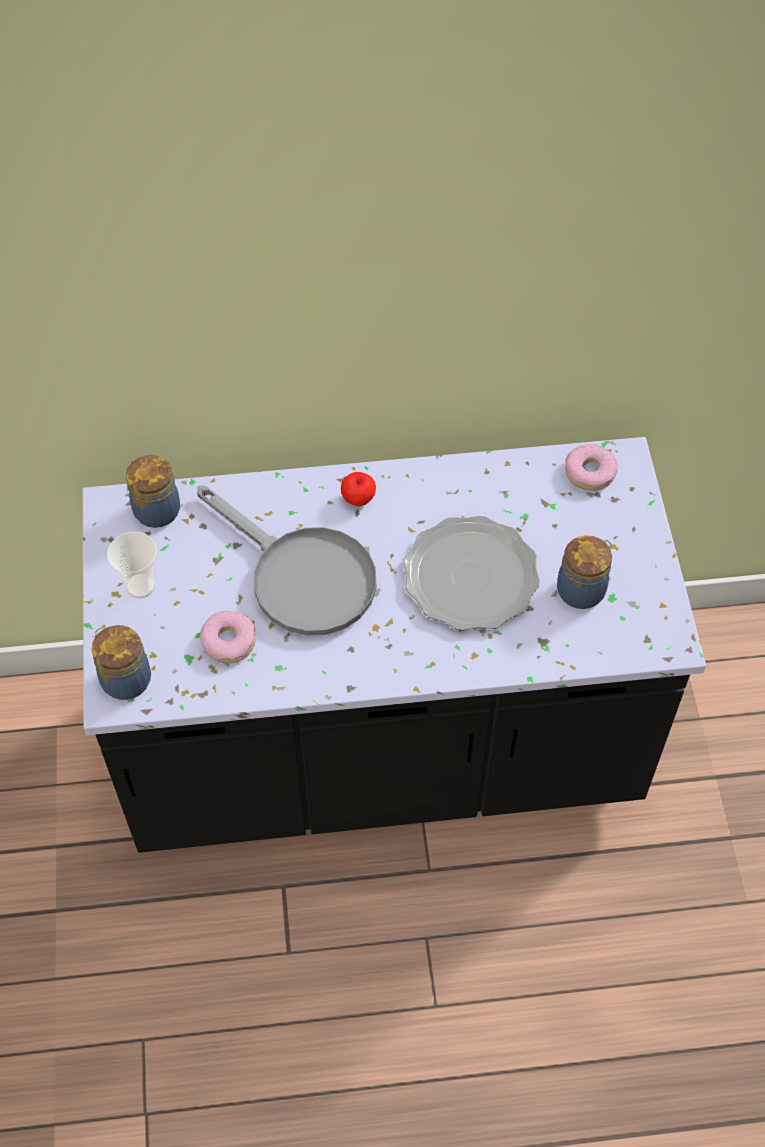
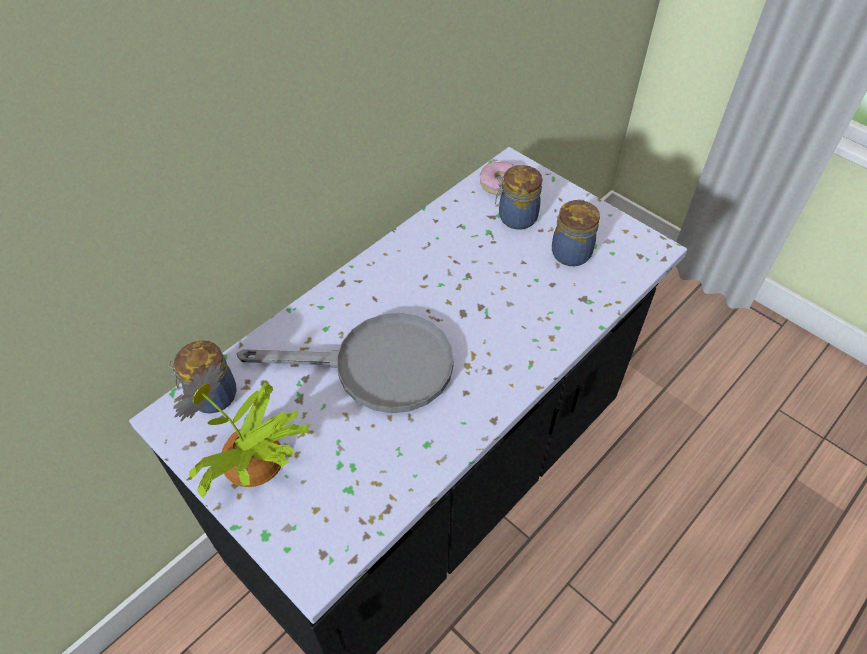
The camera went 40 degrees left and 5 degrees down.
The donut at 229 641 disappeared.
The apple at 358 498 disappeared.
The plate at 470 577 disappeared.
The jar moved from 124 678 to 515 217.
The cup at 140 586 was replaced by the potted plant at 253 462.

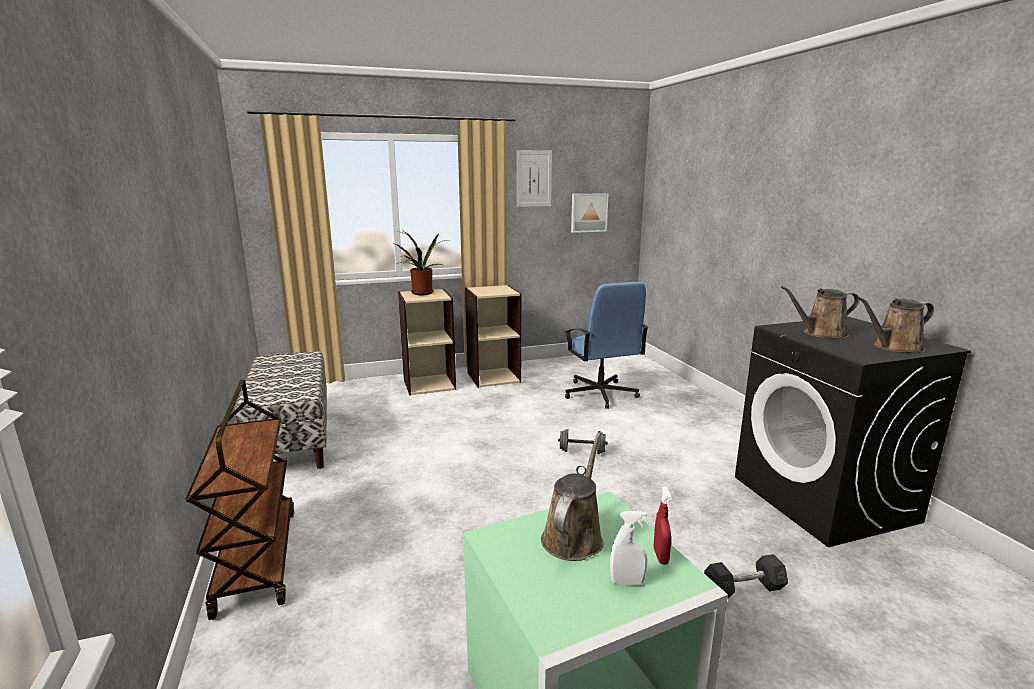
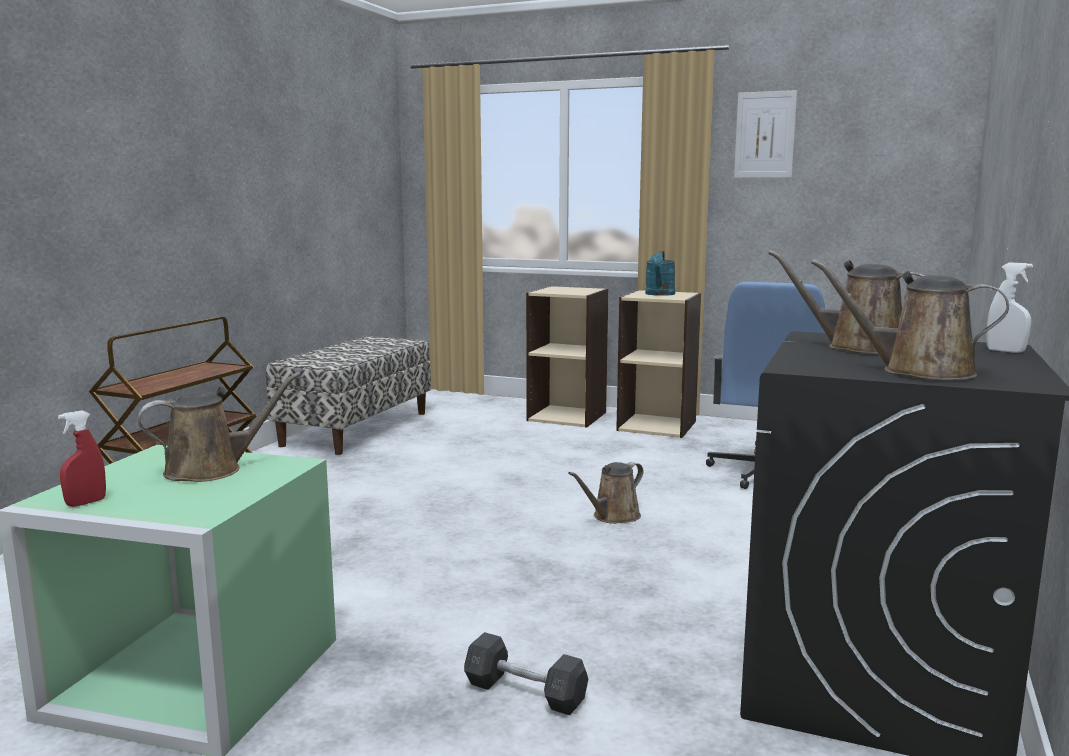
The camera went 40 degrees right and 5 degrees down.
The potted plant at 421 293 disappeared.
The picture at 588 212 disappeared.
The watering can in turquoise at 659 294 appeared.
The spray bottle in white moved from 627 582 to 1005 351.
The spray bottle in red moved from 660 556 to 86 502.
The dumbbell in grey at 582 451 was replaced by the watering can in brown at 613 516.

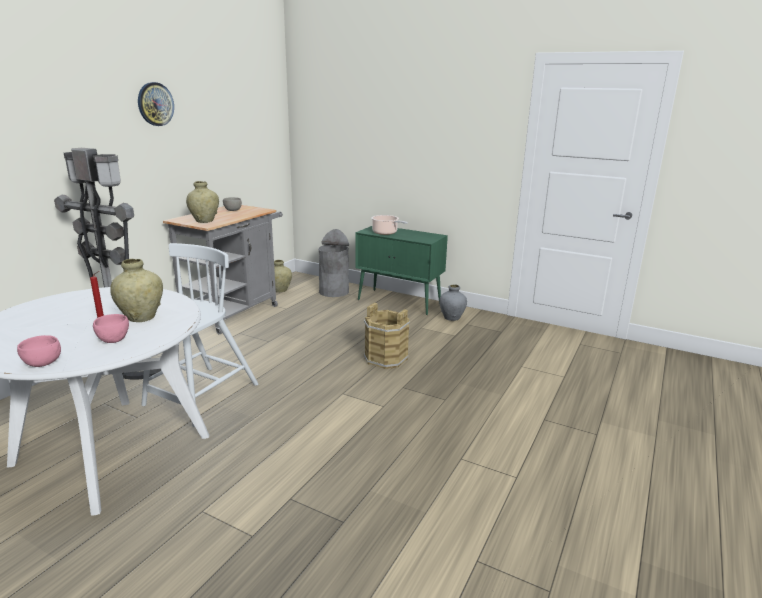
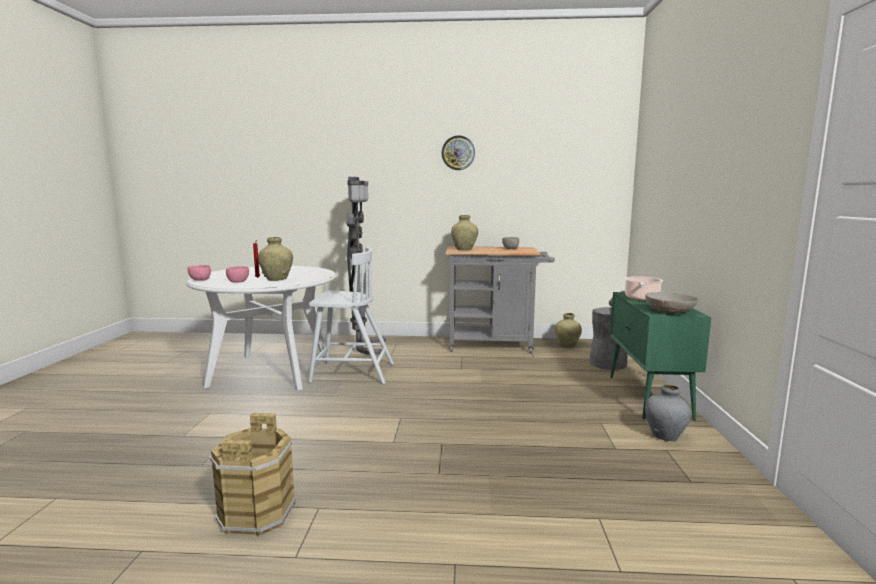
The camera went 65 degrees right and 10 degrees down.
The bowl in grey at 670 311 appeared.
The bucket in brown moved from 385 358 to 256 513.

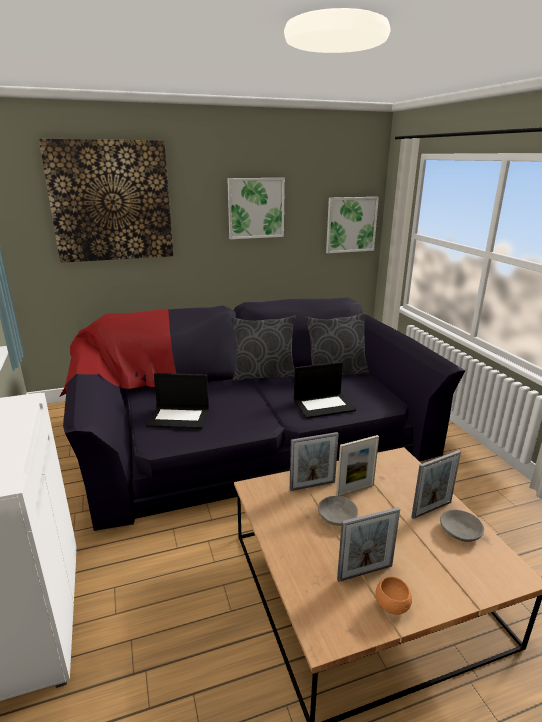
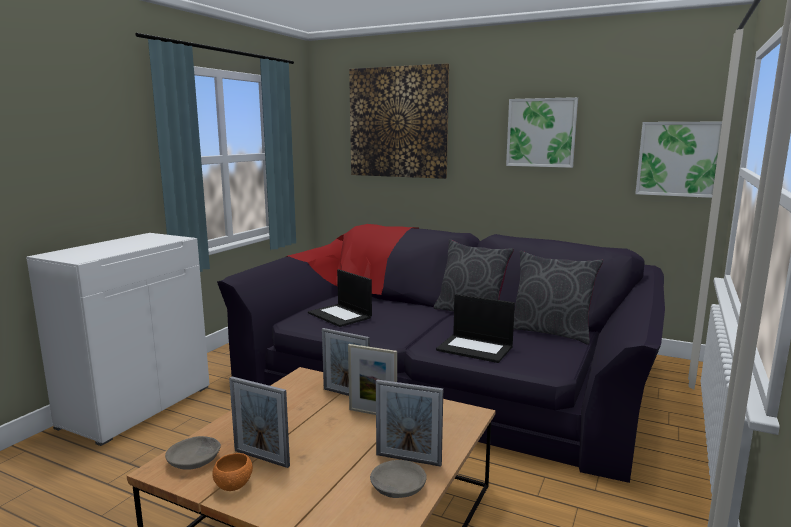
The camera went 45 degrees right and 10 degrees down.
The bowl in grey moved from 337 515 to 195 460.

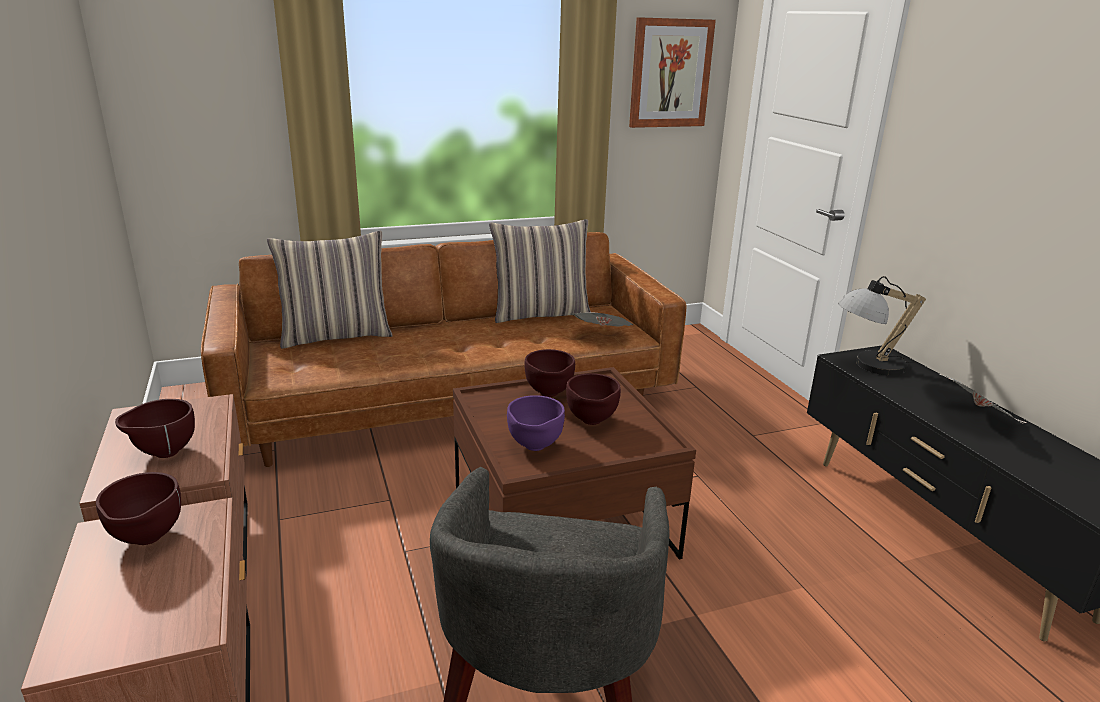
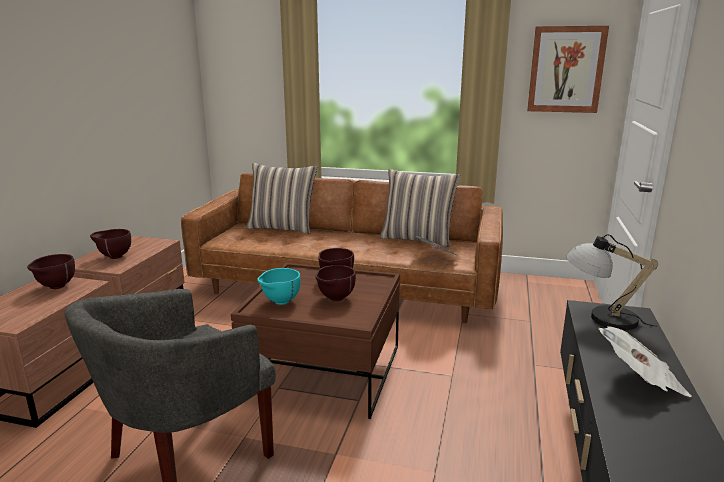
The camera went 35 degrees right and 5 degrees down.
The bowl in purple at 534 447 became the bowl in turquoise at 280 302.

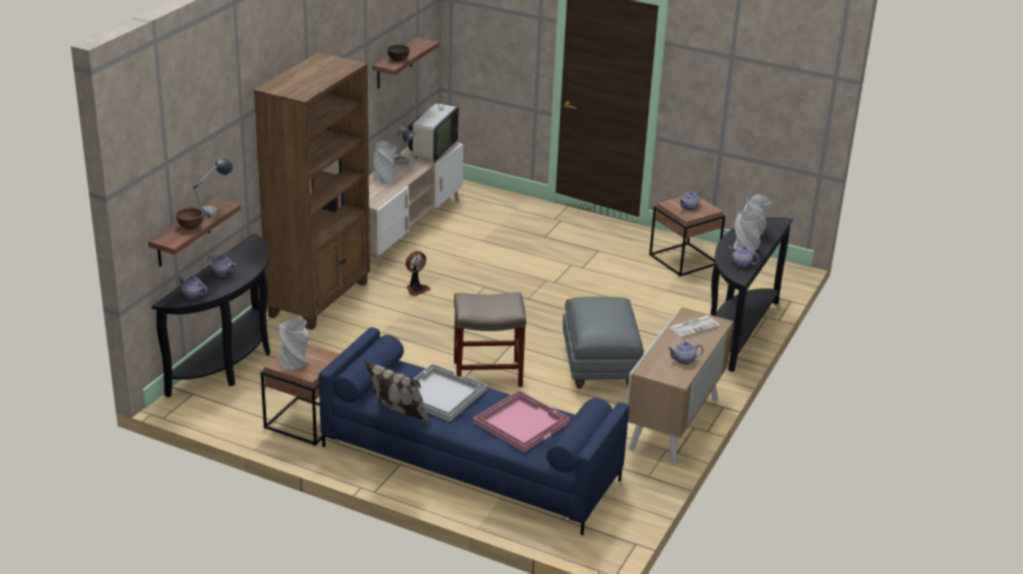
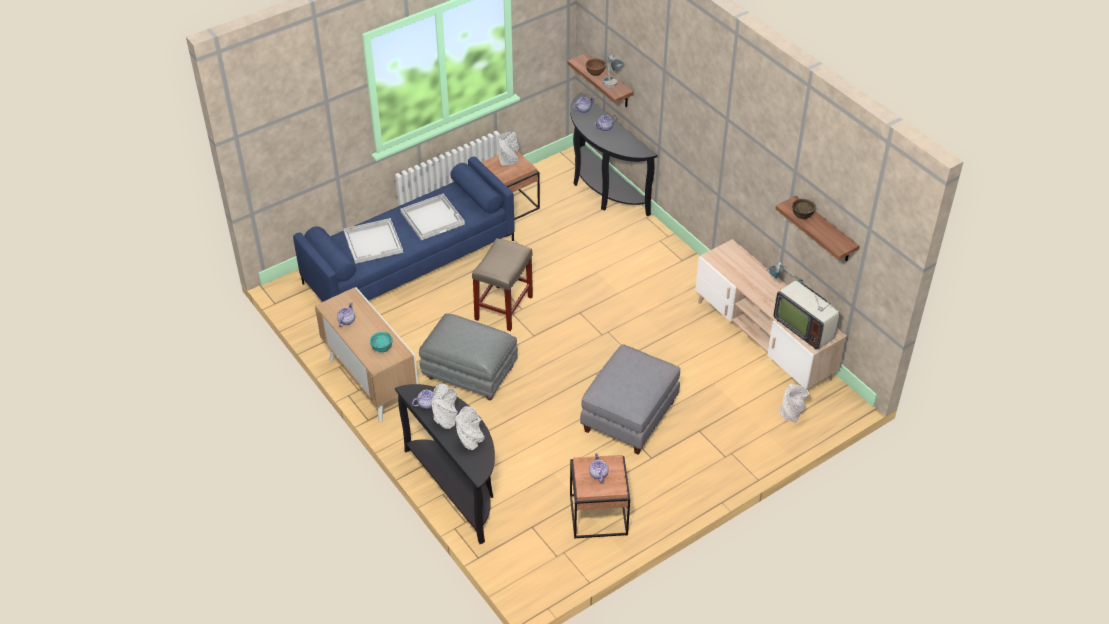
The camera went 120 degrees right and 15 degrees up.
The bookcase in brown at 320 299 disappeared.
The pillow at 398 417 disappeared.
The fan at 416 289 disappeared.
The ottoman in grey at 630 417 appeared.
The vase in grey moved from 385 177 to 792 414.
The newspaper at 694 327 was replaced by the bowl in turquoise at 382 348.
The tray in pink at 521 422 became the tray in white at 373 242.

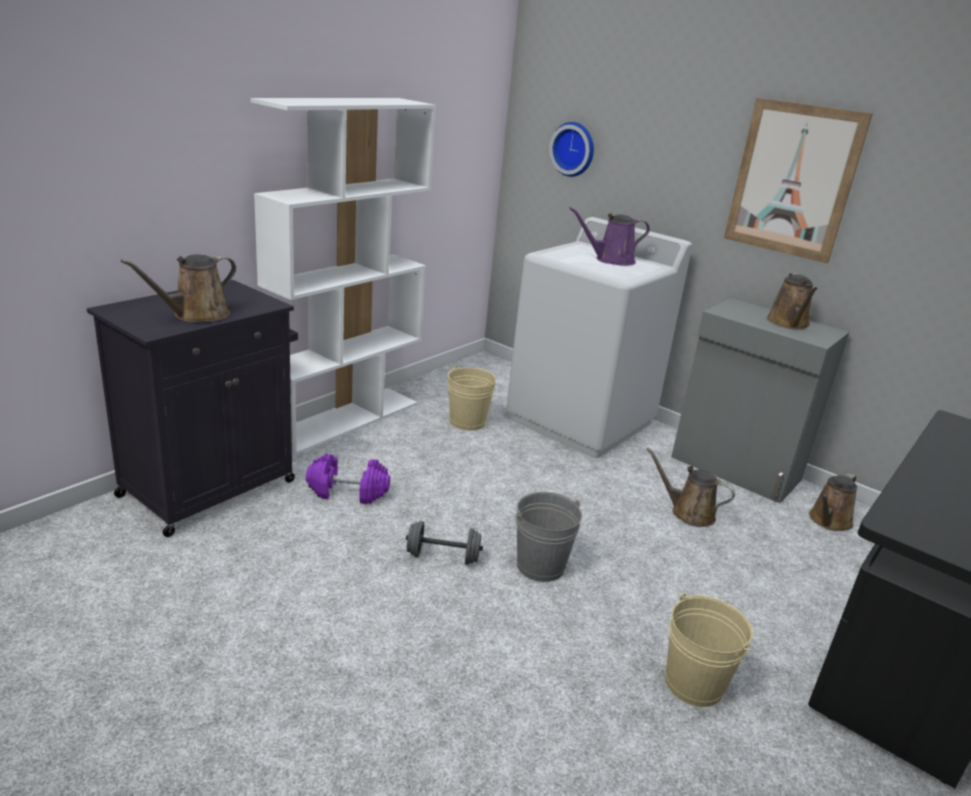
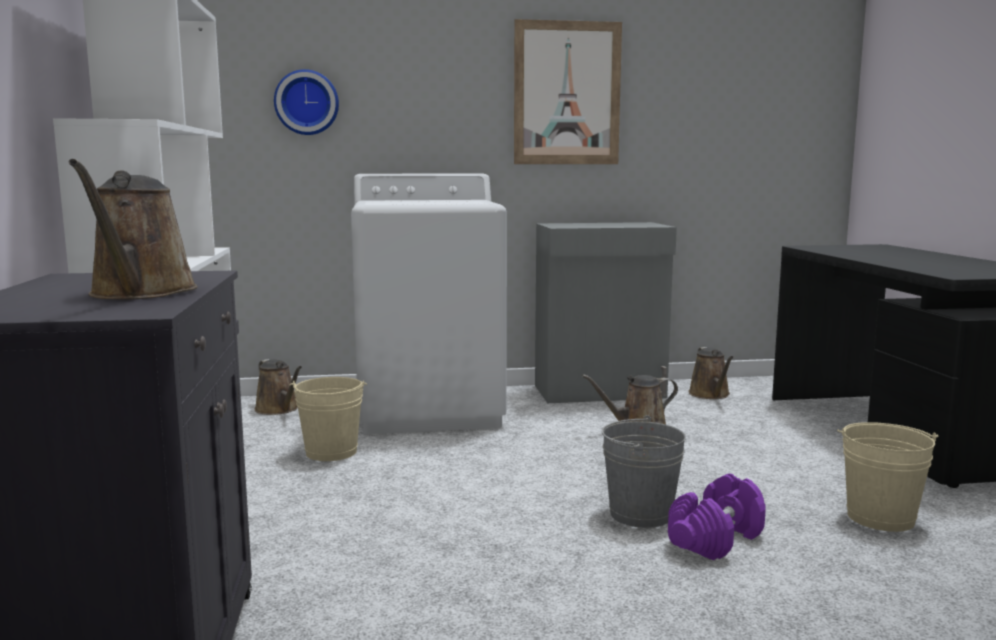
The camera went 45 degrees left and 15 degrees down.
The dumbbell in grey at 443 557 disappeared.
The watering can in purple at 611 260 disappeared.
The dumbbell in purple moved from 347 492 to 716 539.
The watering can in brown moved from 789 323 to 279 409.

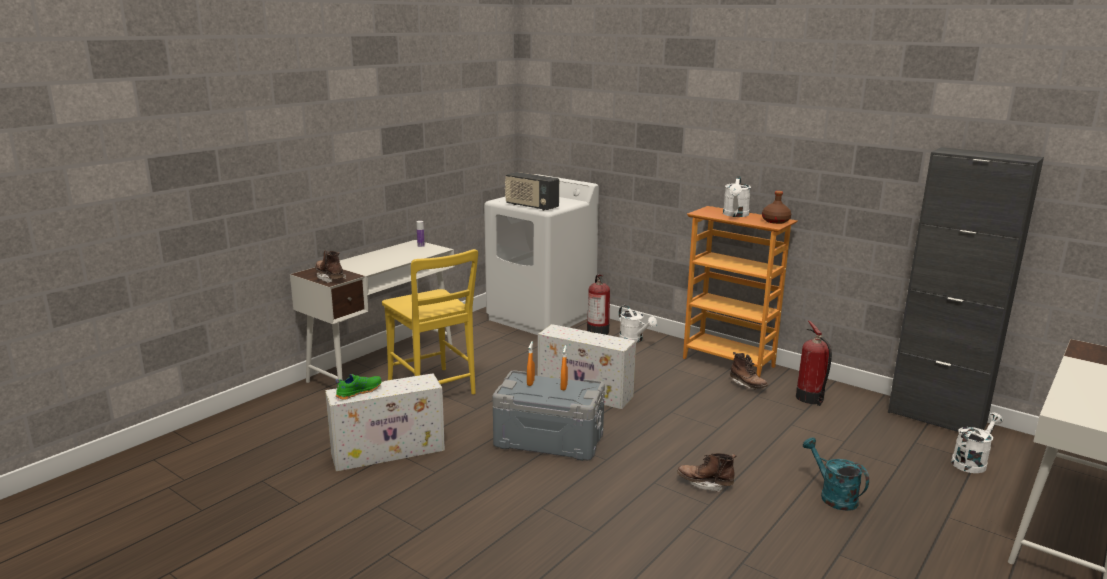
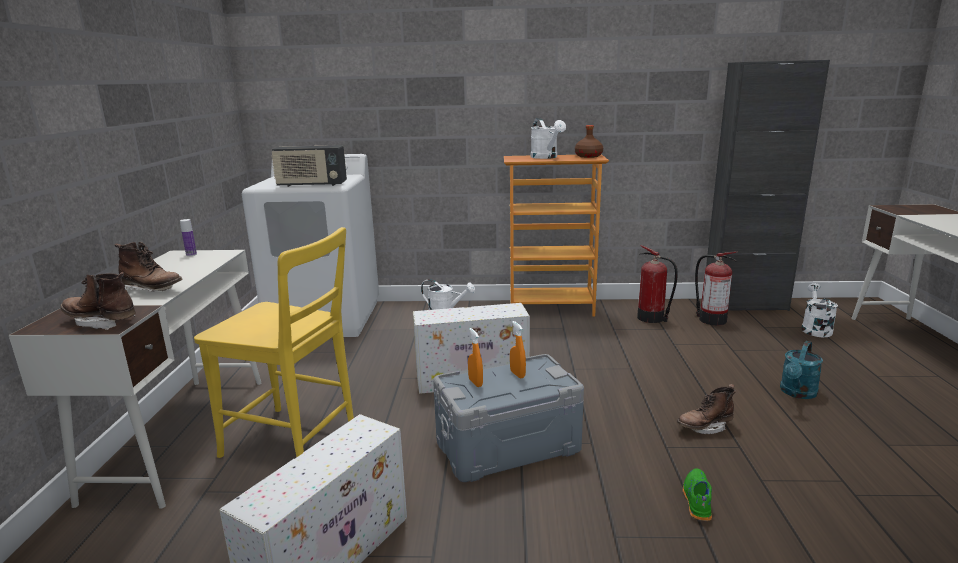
The camera went 35 degrees left and 0 degrees up.
The shoe in green moved from 358 392 to 696 500.
The fire extinguisher moved from 597 331 to 711 319.
The boot in brown moved from 747 385 to 152 290.
The watering can in turquoise at 833 496 turned 75 degrees counterclockwise.

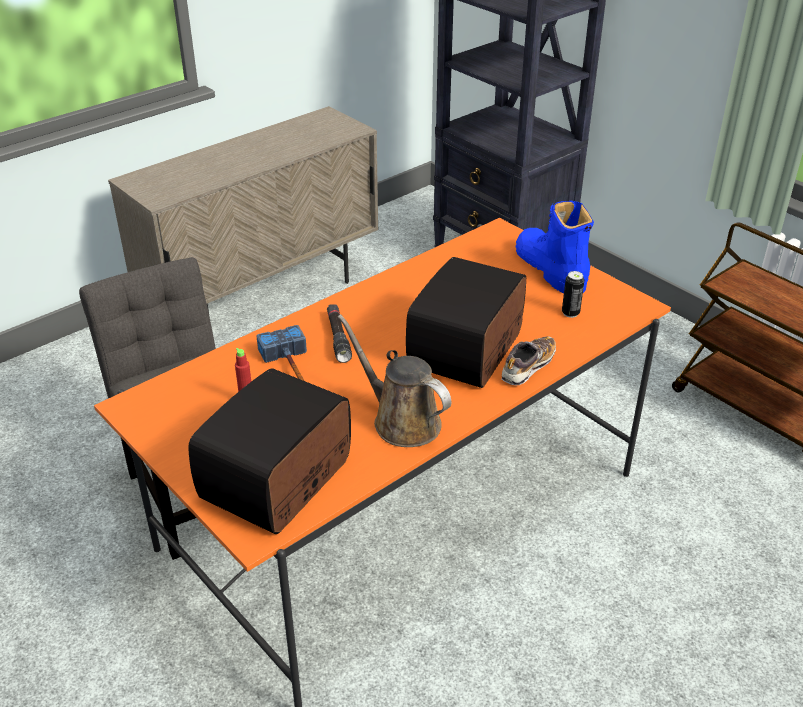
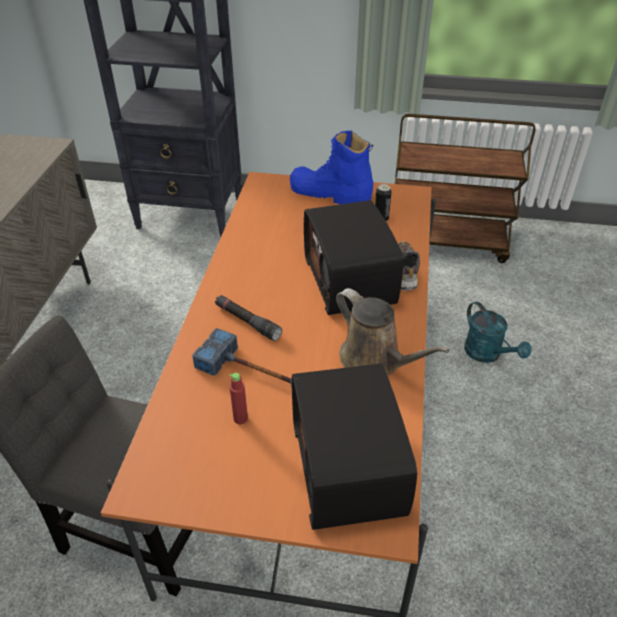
The camera went 40 degrees left and 5 degrees up.
The watering can in turquoise at 487 354 appeared.
The watering can in brown at 401 421 turned 135 degrees counterclockwise.

